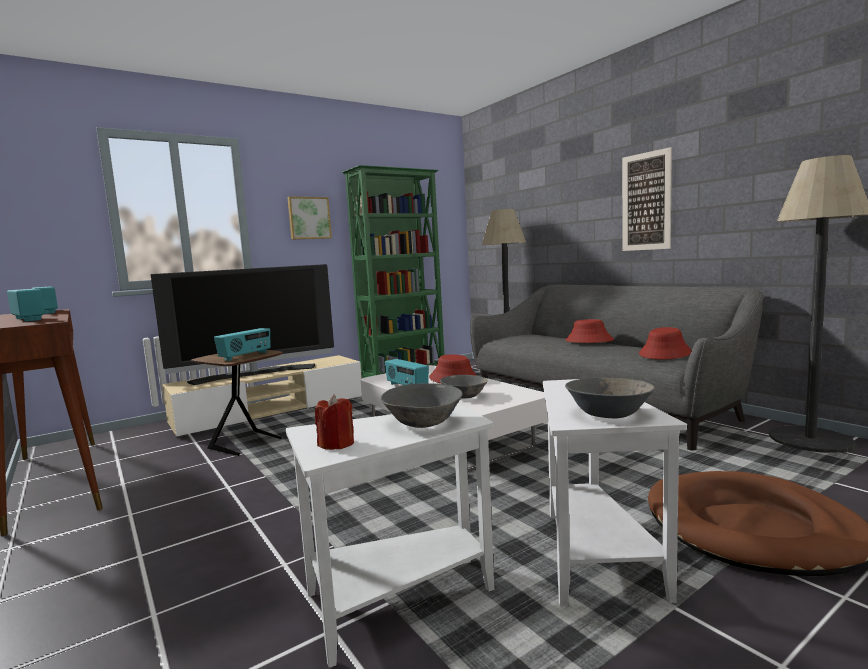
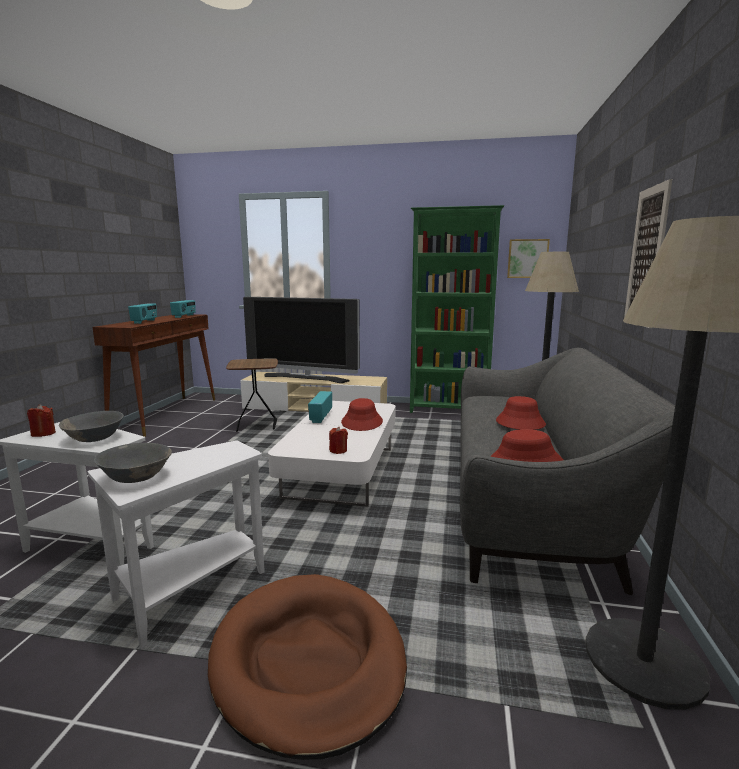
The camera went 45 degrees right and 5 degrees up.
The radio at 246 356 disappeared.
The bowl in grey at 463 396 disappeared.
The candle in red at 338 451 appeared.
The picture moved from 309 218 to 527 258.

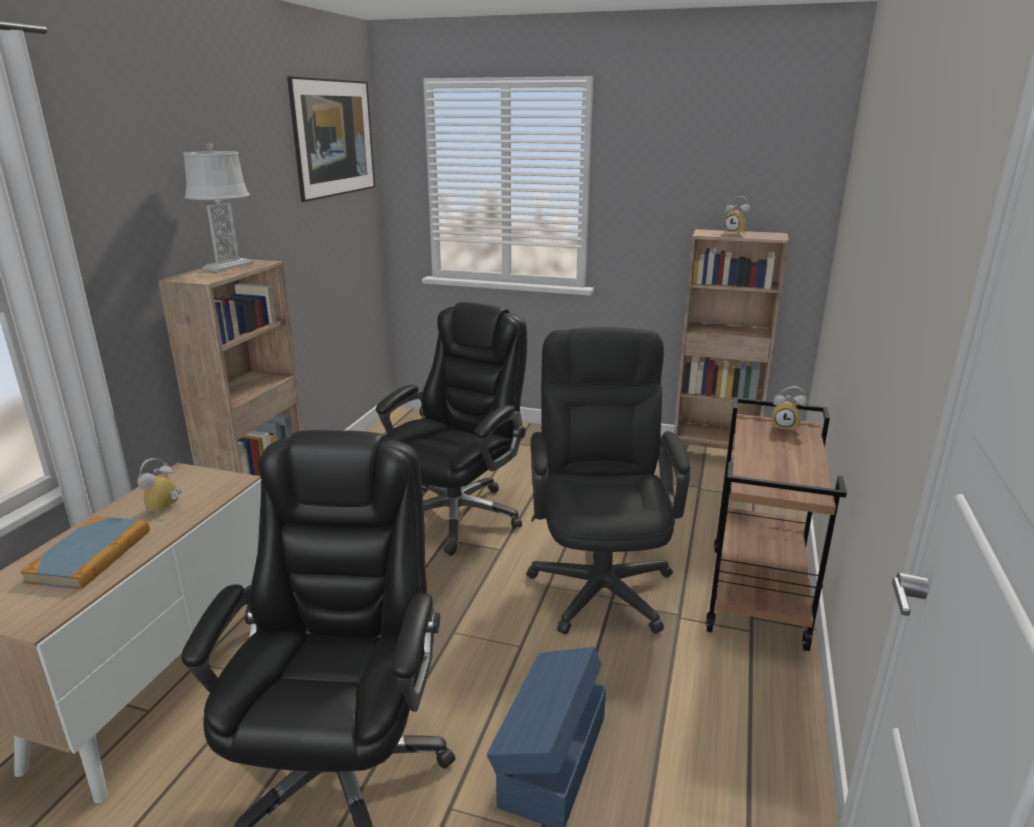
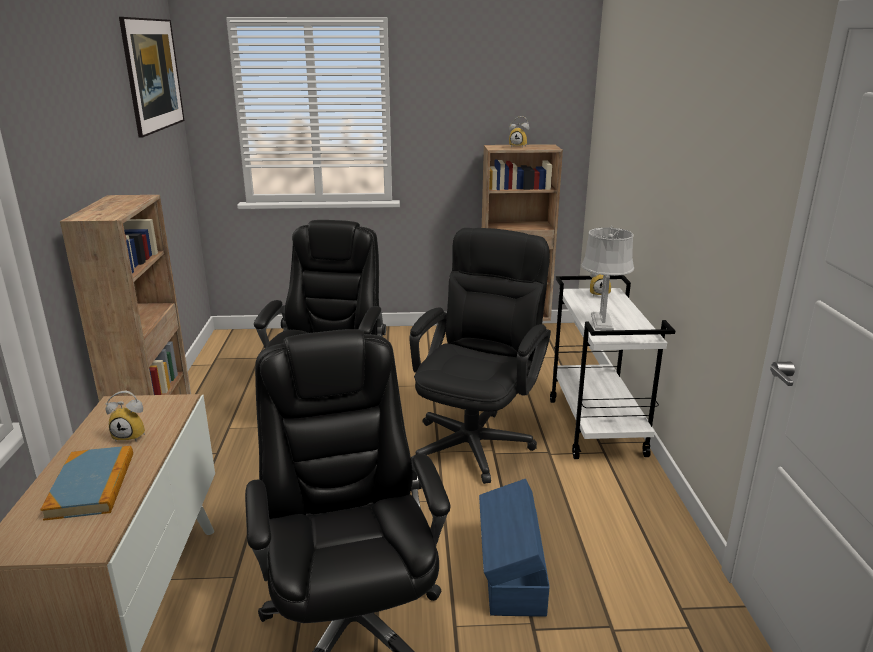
The camera went 20 degrees left and 0 degrees up.
The table lamp in grey moved from 229 266 to 601 322.
The cart in brown at 758 596 became the cart in white at 597 427.
The alarm clock at 166 509 turned 90 degrees counterclockwise.
The office chair in black at 600 579 turned 45 degrees clockwise.

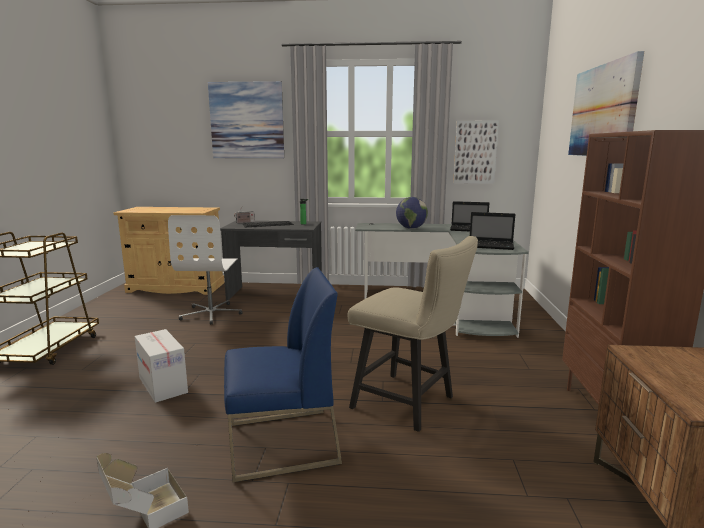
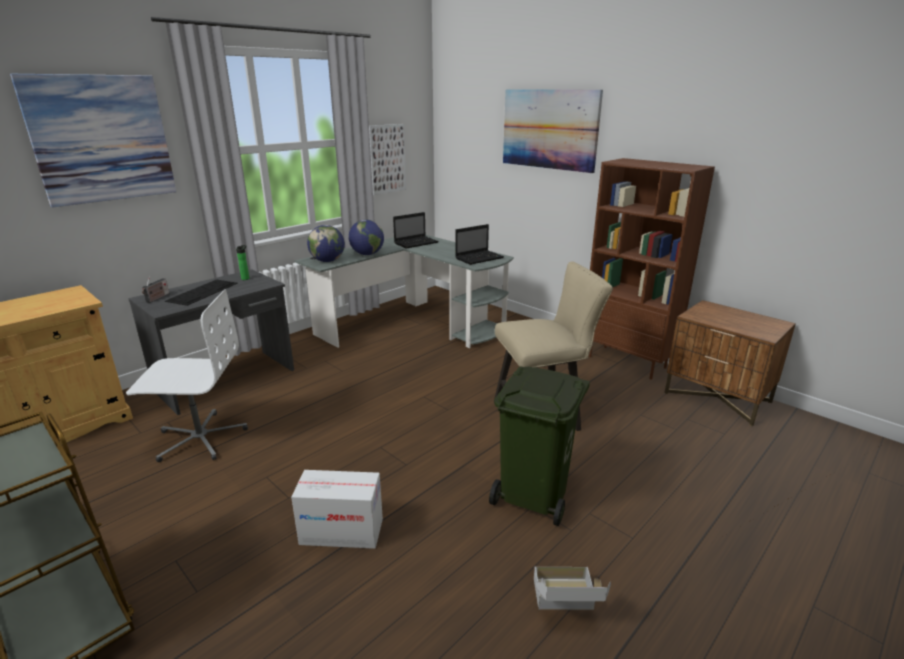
The camera went 50 degrees left and 10 degrees up.
The globe at 327 261 appeared.
The chair in blue at 282 443 was replaced by the trash can in green at 535 495.
The office chair in white at 211 314 turned 45 degrees counterclockwise.

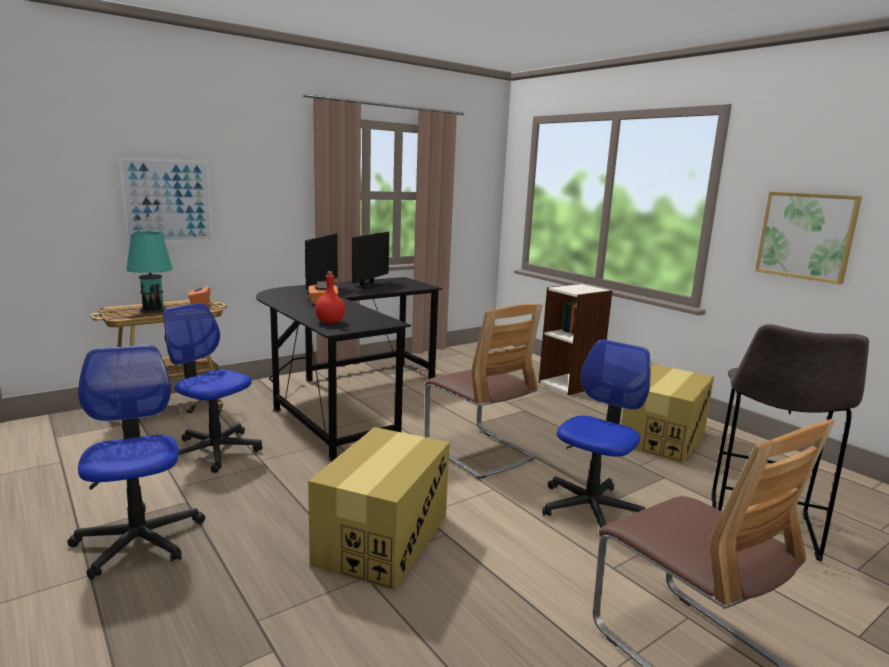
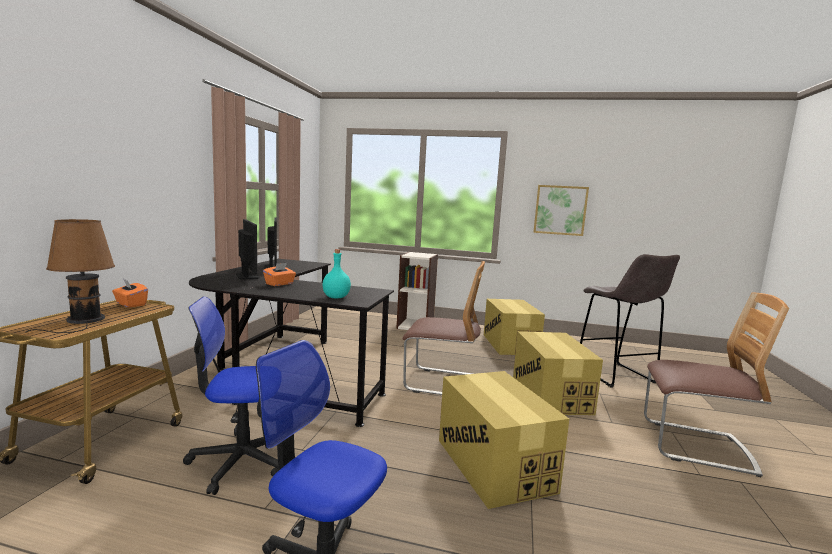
The camera went 40 degrees left and 5 degrees down.
The picture at 168 201 disappeared.
The office chair at 591 509 was replaced by the cardboard box at 550 395.
The table lamp in turquoise at 150 311 became the table lamp in brown at 83 320.
The bottle in red at 329 322 became the bottle in turquoise at 336 297.

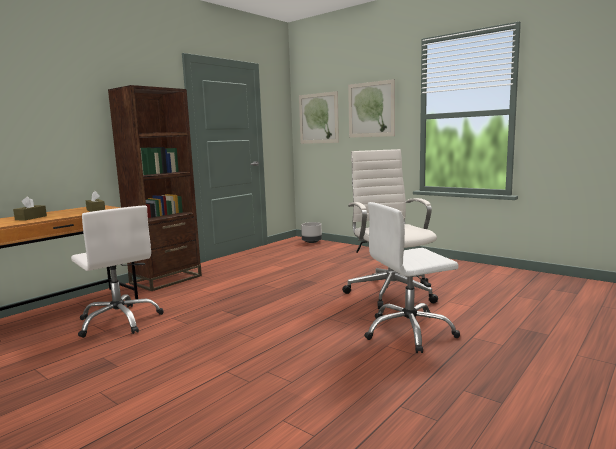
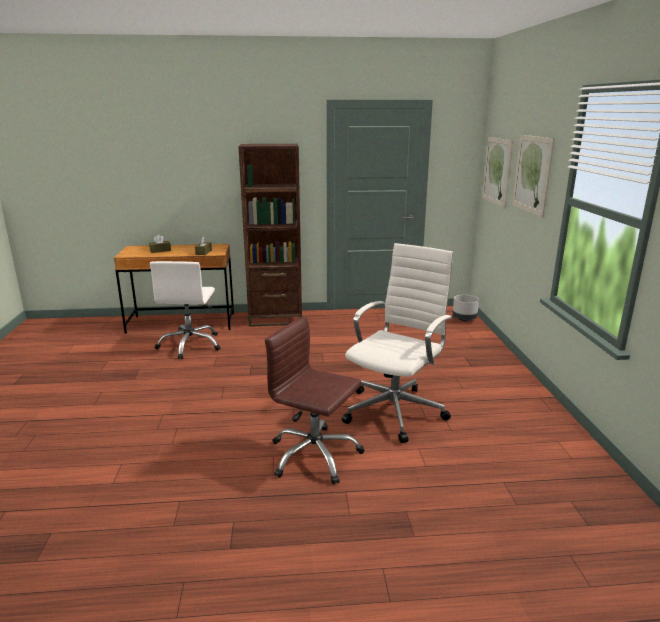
The camera went 45 degrees right and 10 degrees up.
The office chair in white at 409 332 became the office chair in brown at 314 455.

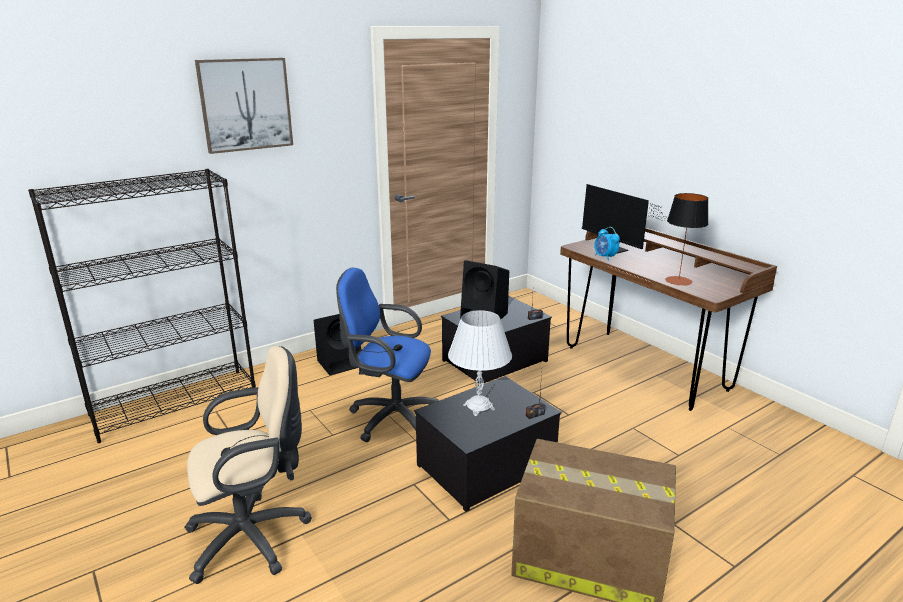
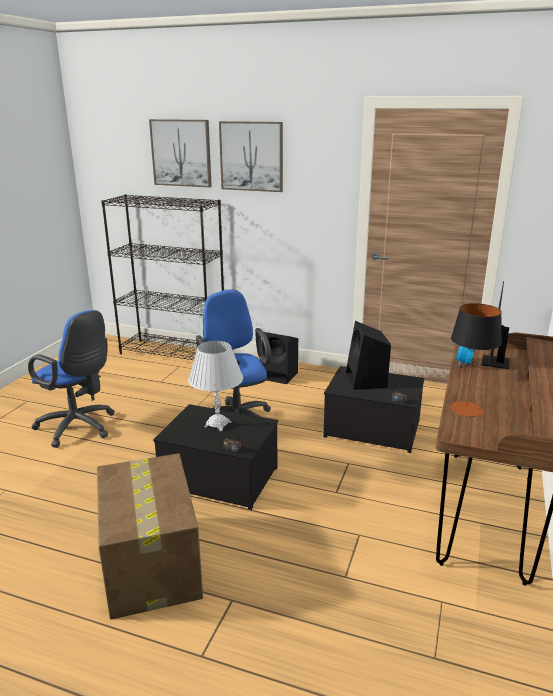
The camera went 55 degrees right and 0 degrees up.
The picture at 181 153 appeared.
The office chair in beige at 254 537 became the office chair in blue at 79 428.

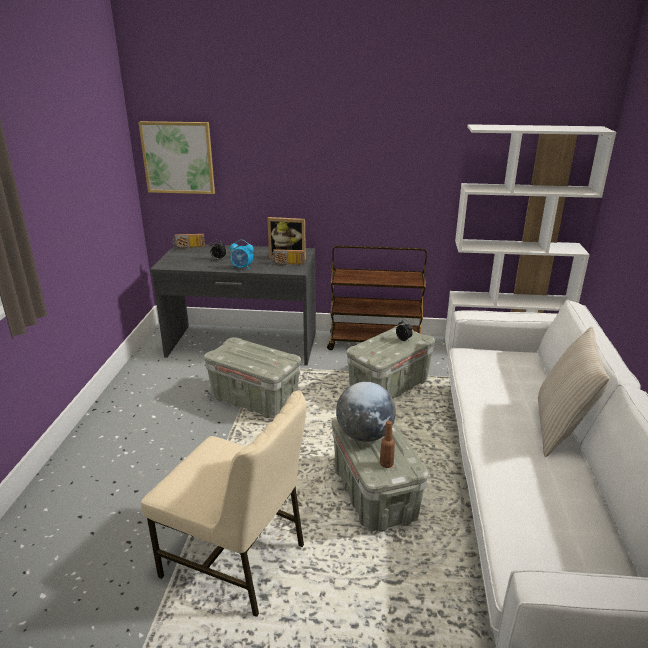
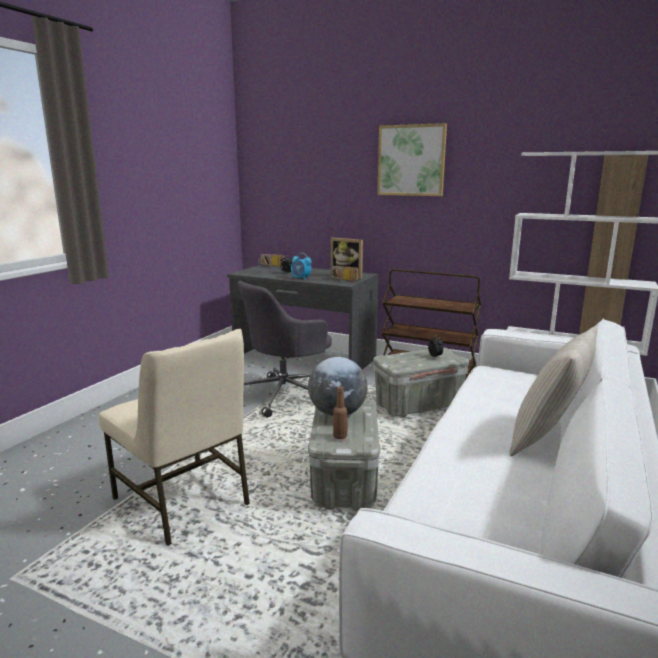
The camera went 20 degrees right and 10 degrees down.
The picture moved from 178 157 to 411 160.
The storage box in grey at 254 400 was replaced by the office chair in grey at 285 395.

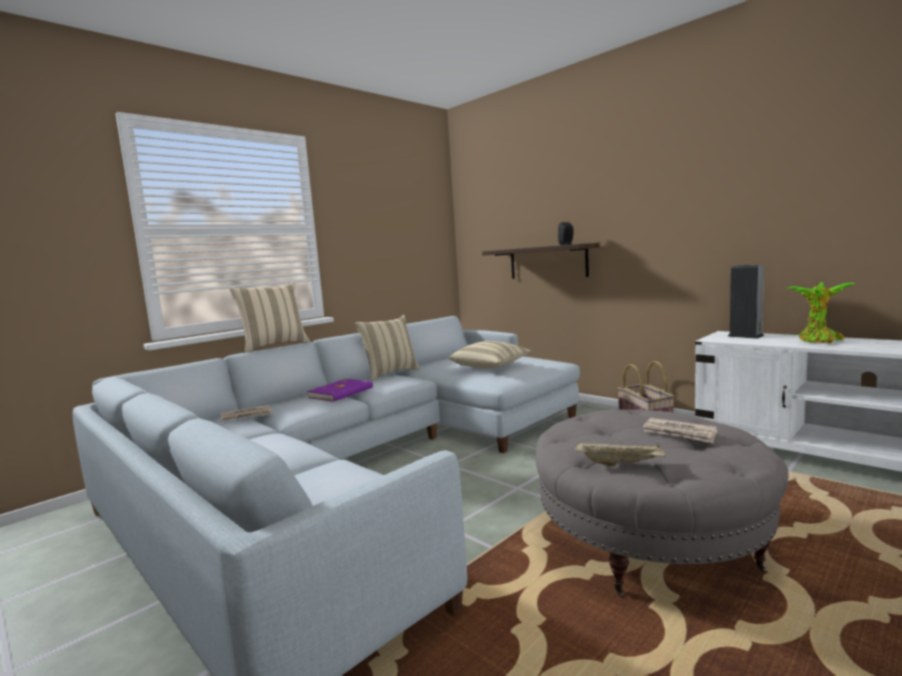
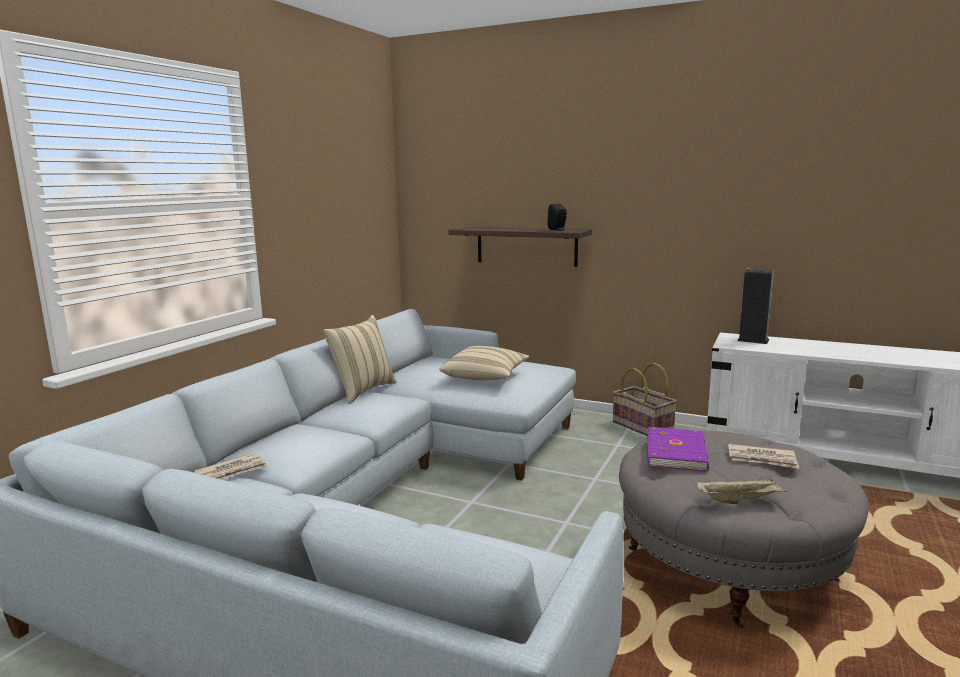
The camera went 20 degrees left and 5 degrees up.
The pillow in beige at 274 346 disappeared.
The potted plant at 819 341 disappeared.
The book in purple moved from 342 393 to 677 452.

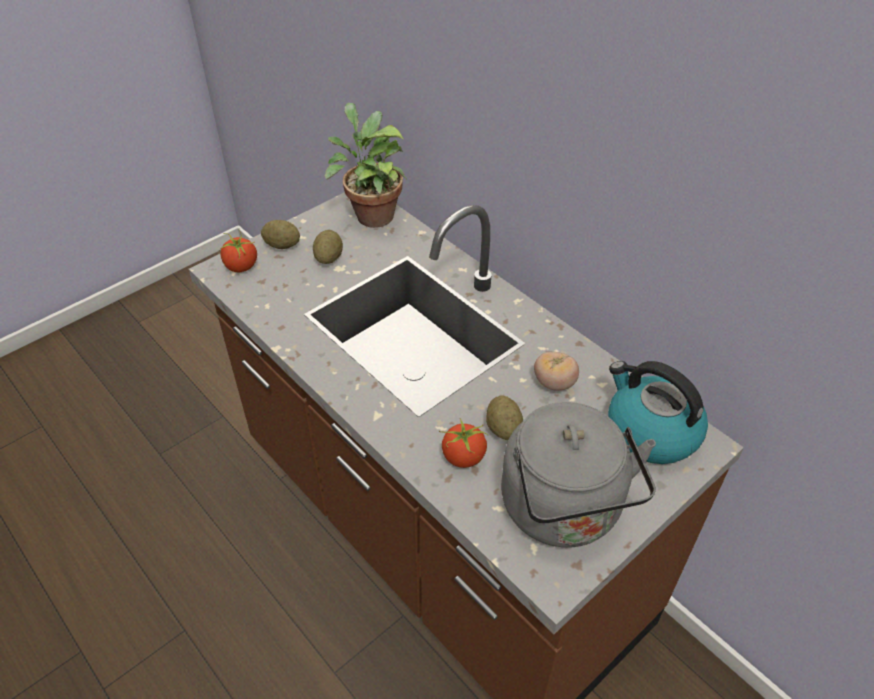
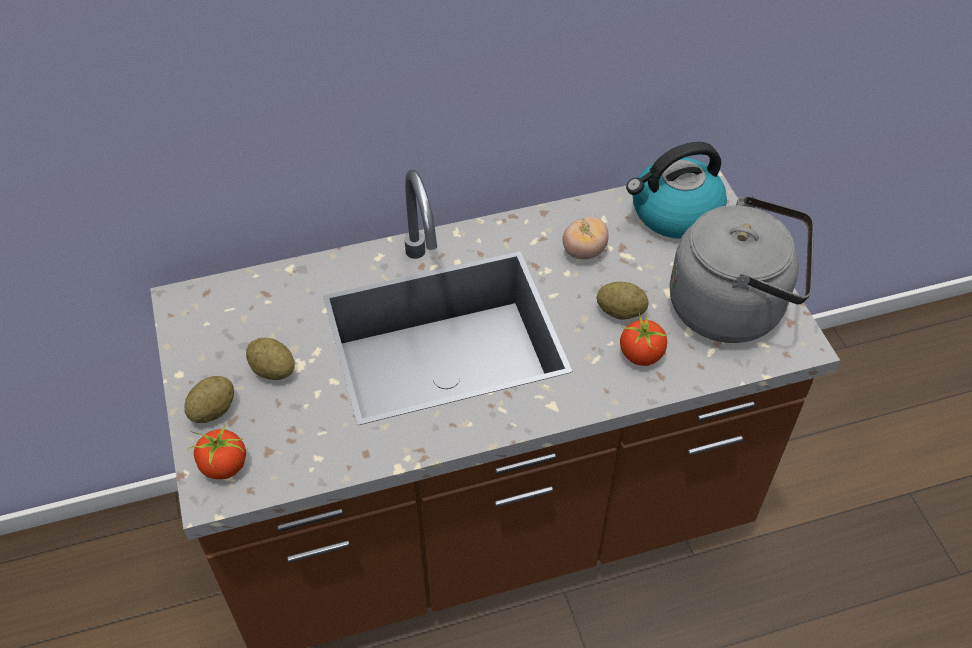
The camera went 65 degrees left and 5 degrees up.
The potted plant at 371 214 disappeared.

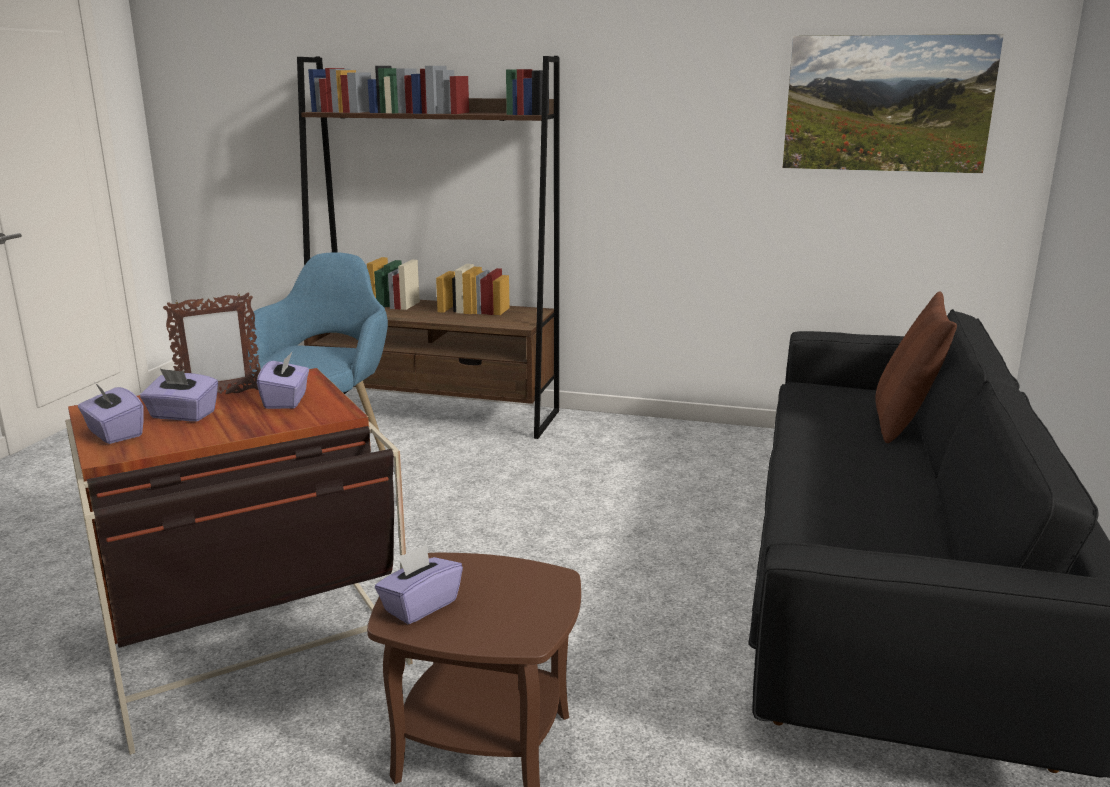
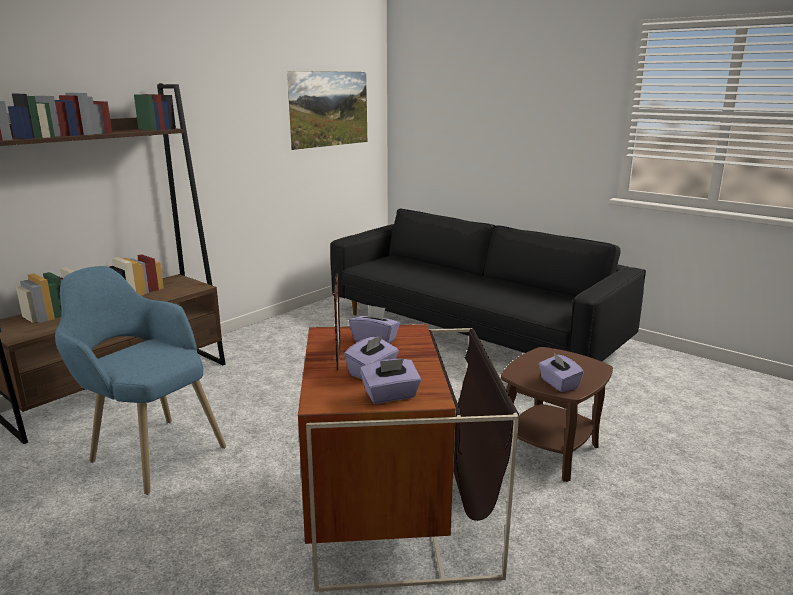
The camera went 65 degrees left and 0 degrees up.
The pillow in brown at 903 422 disappeared.

